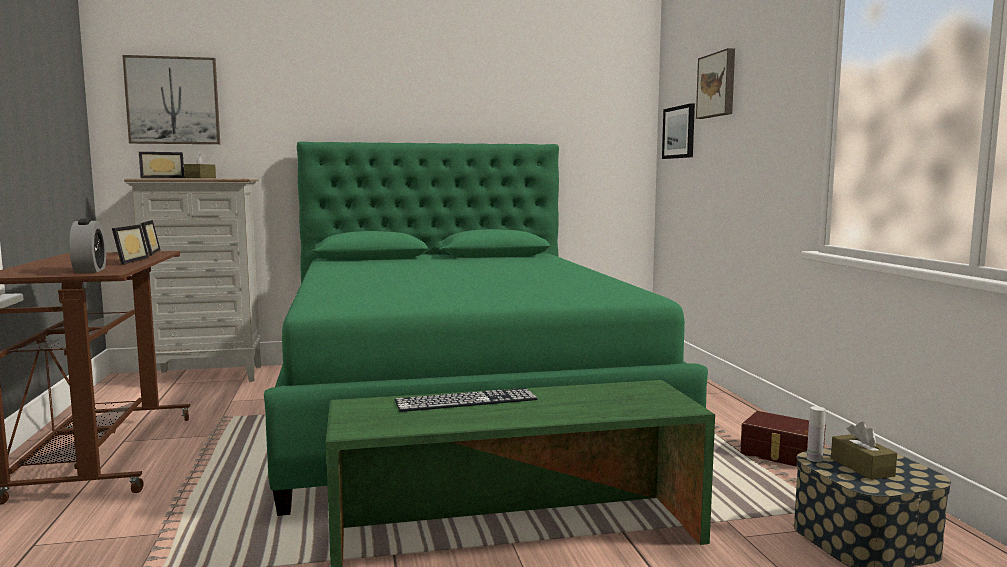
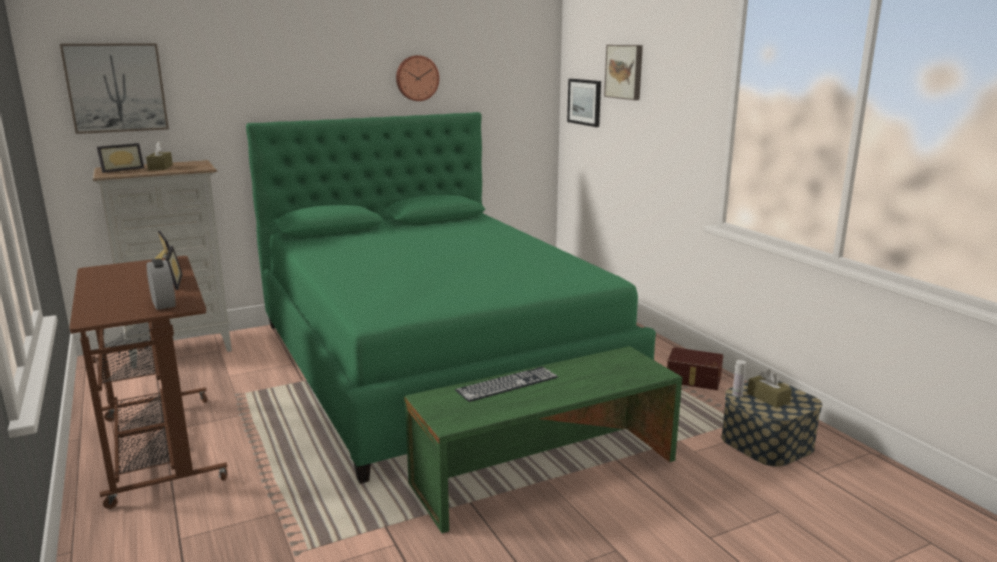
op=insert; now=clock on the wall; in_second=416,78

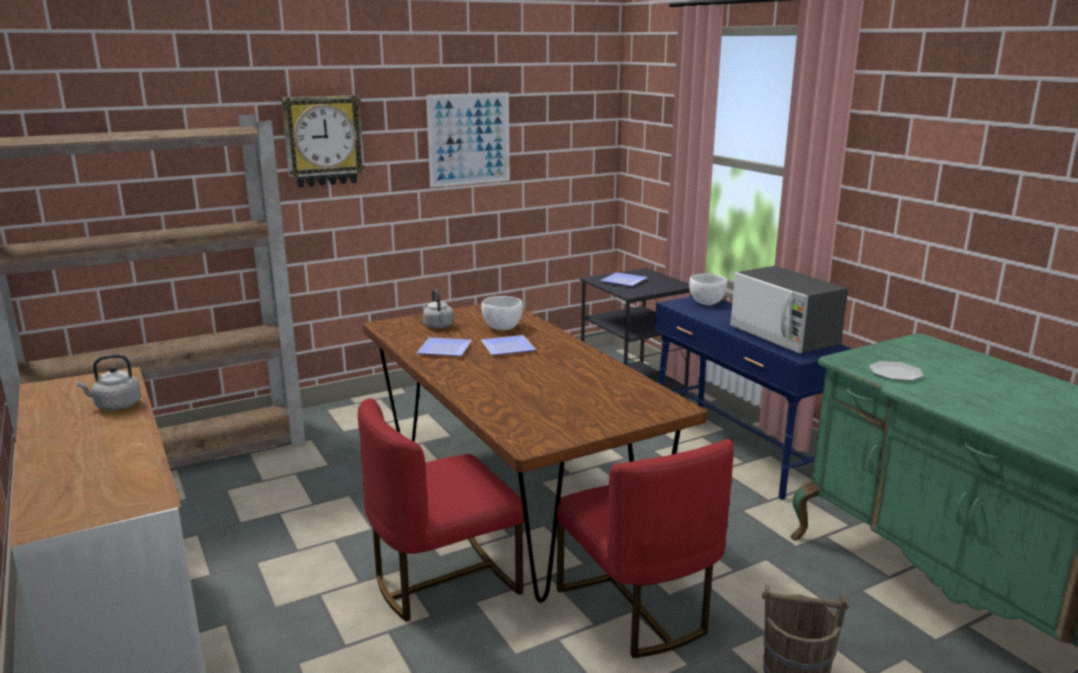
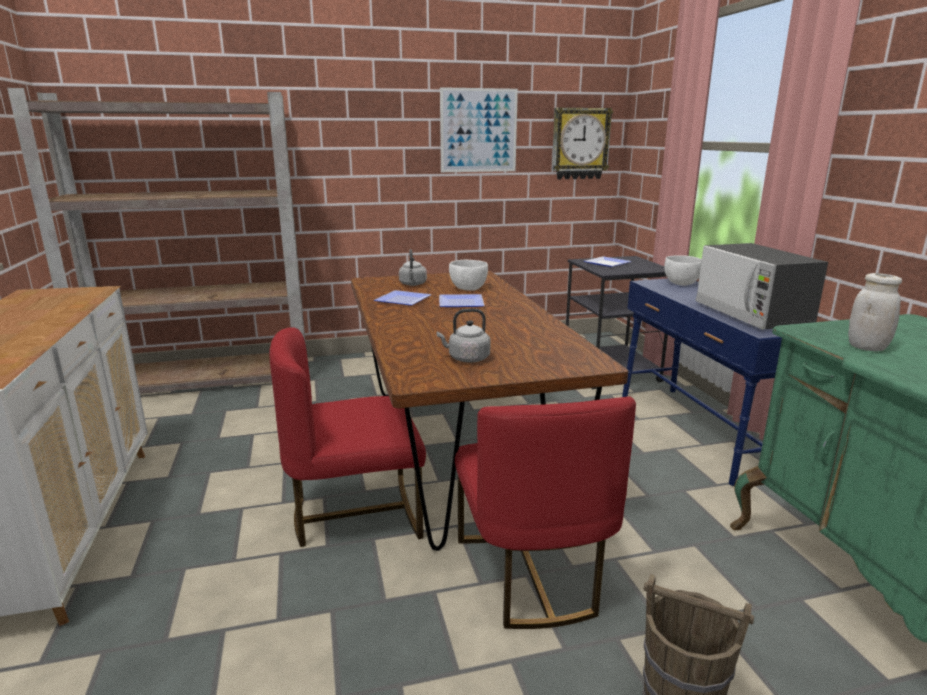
op=move; was=greyish water kettle; in_first=115,406; in_second=466,359
op=move; was=clock on the wall; in_first=323,140; in_second=580,144
op=replace; was=dinner plate; now=white-coloured jar; in_first=895,373; in_second=867,347

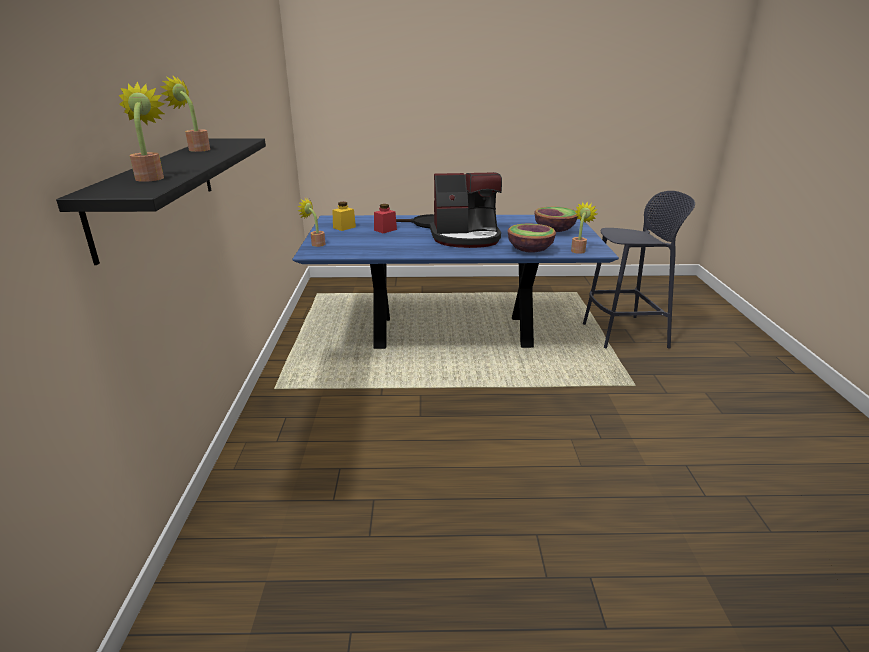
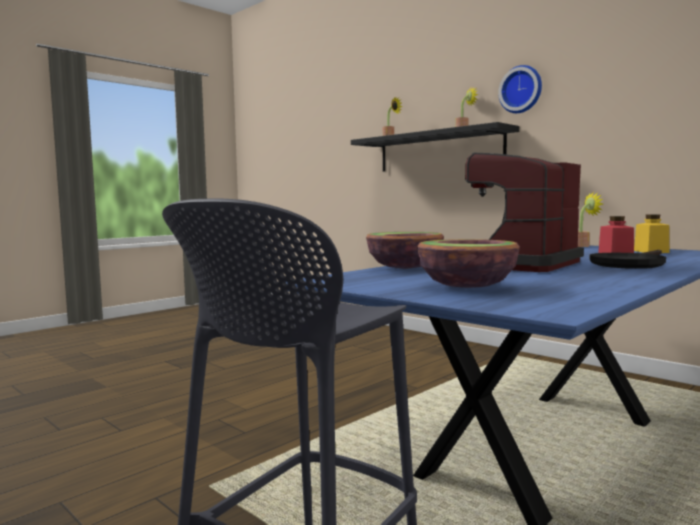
op=delete; was=plant in a pot; in_first=579,250
op=insert; now=clock on the wall; in_second=521,90

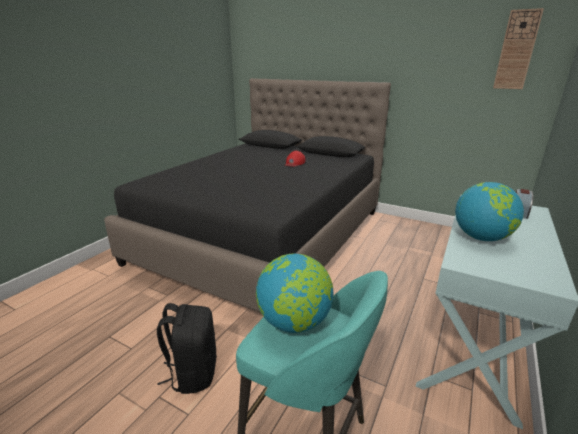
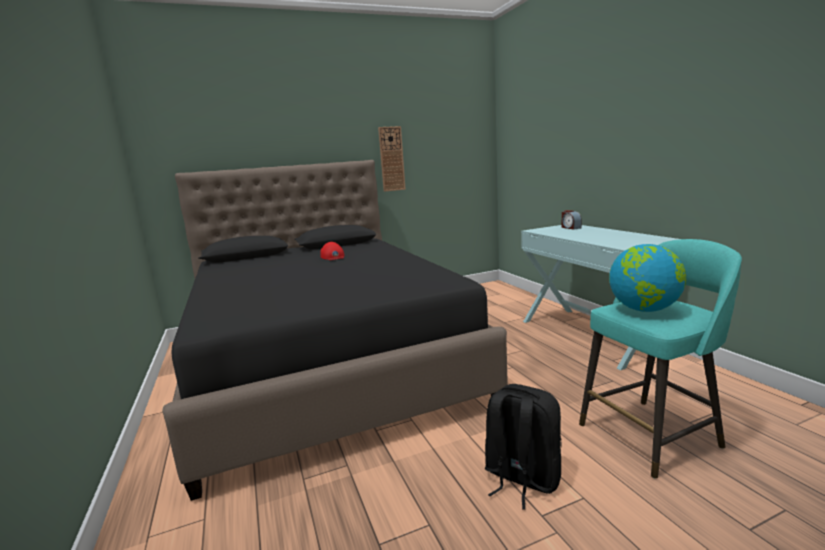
op=delete; was=globe; in_first=481,237
op=move; was=clock on the wall; in_first=516,50; in_second=391,159

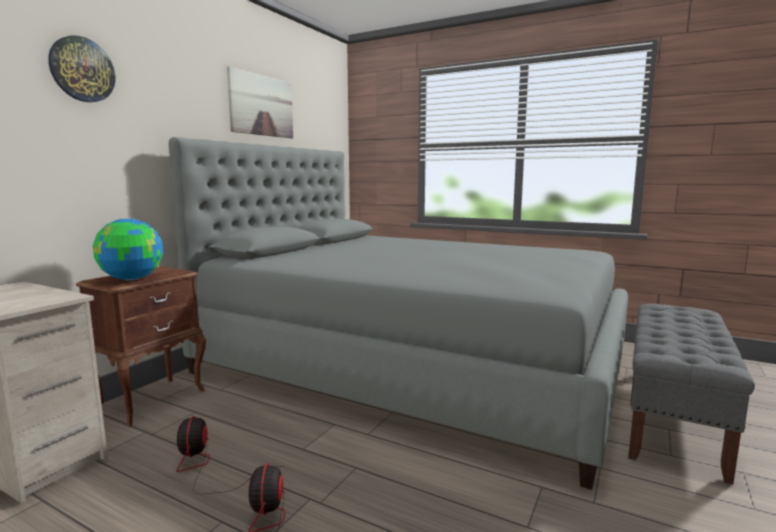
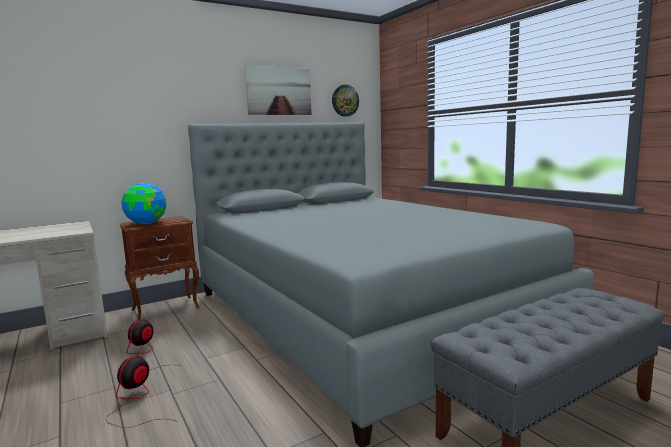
op=move; was=clock on the wall; in_first=82,69; in_second=345,100

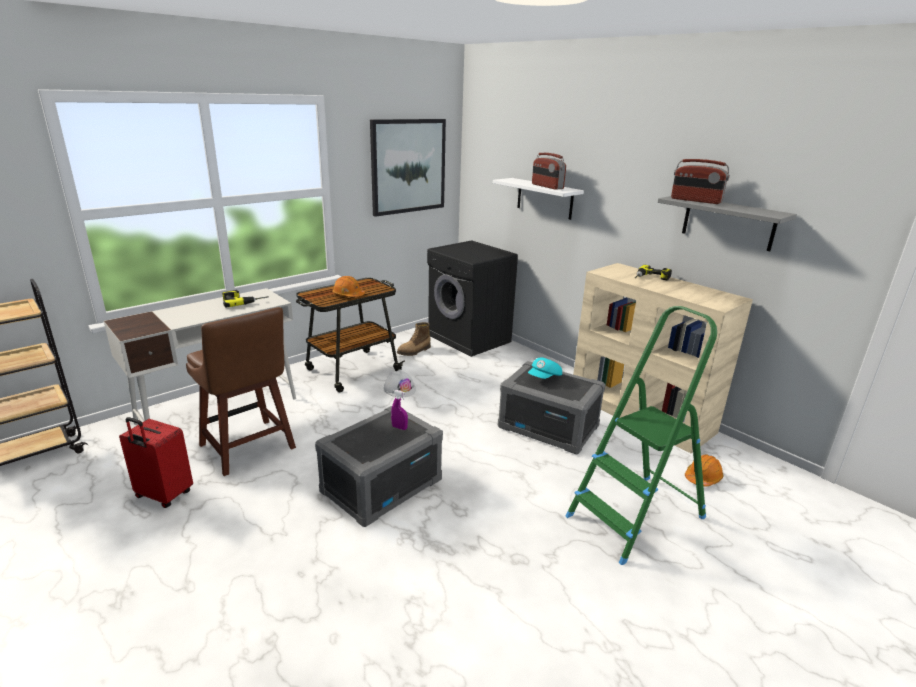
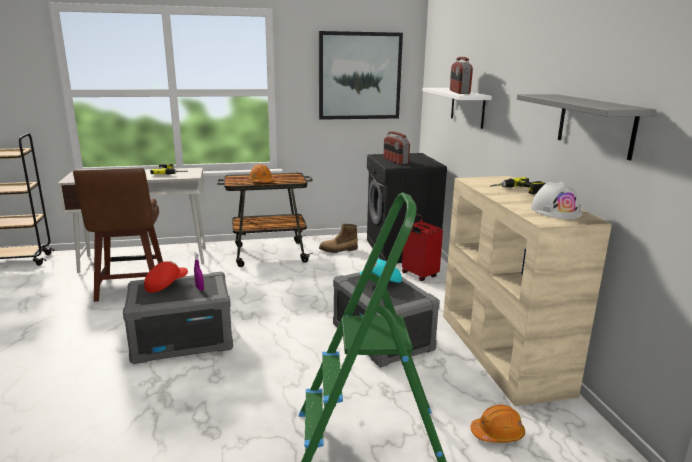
op=move; was=reddish piece of luggage; in_first=163,495; in_second=419,275
op=move; was=white-coloured hard hat; in_first=399,389; in_second=556,211
op=move; was=radio receiver; in_first=695,200; in_second=395,161
op=insert; now=reddish cap; in_second=166,285

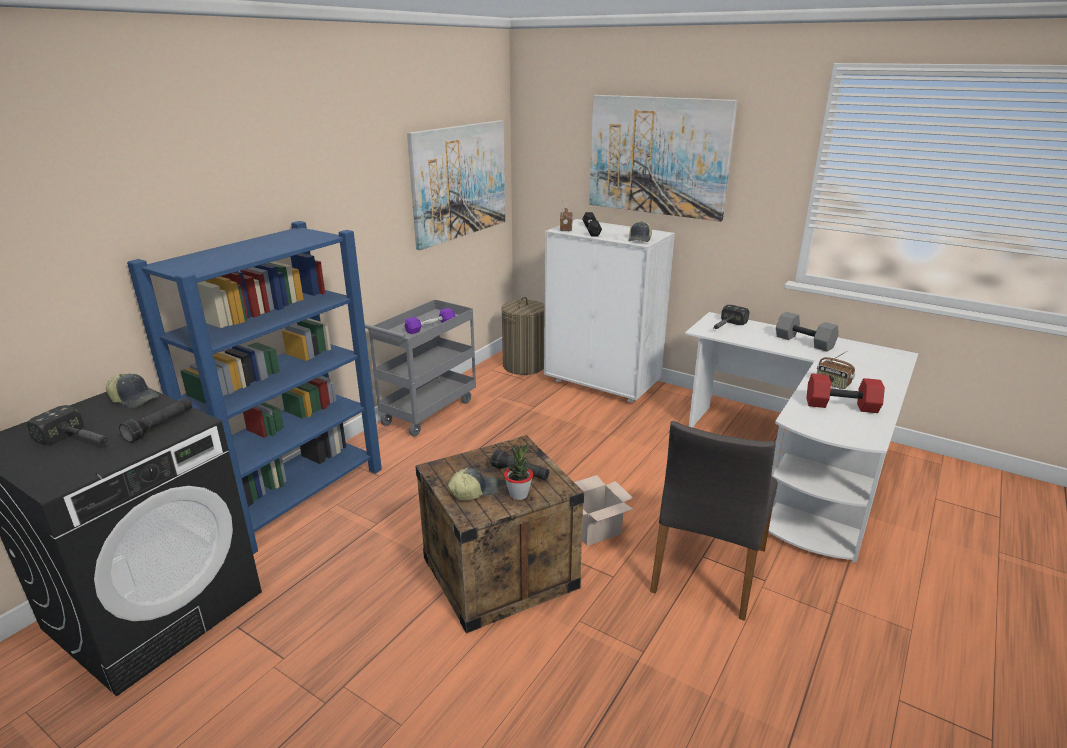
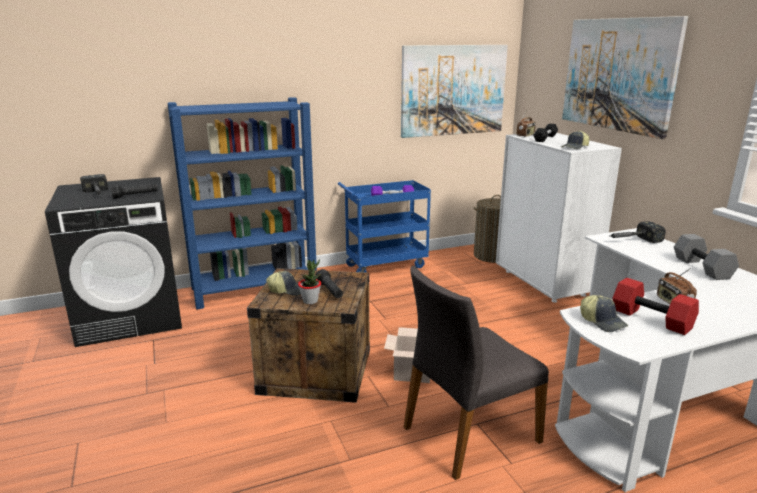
op=move; was=cap; in_first=135,399; in_second=602,322
op=recolor; was=greyish cart; now=blue-coloured cart; in_first=427,414; in_second=384,267

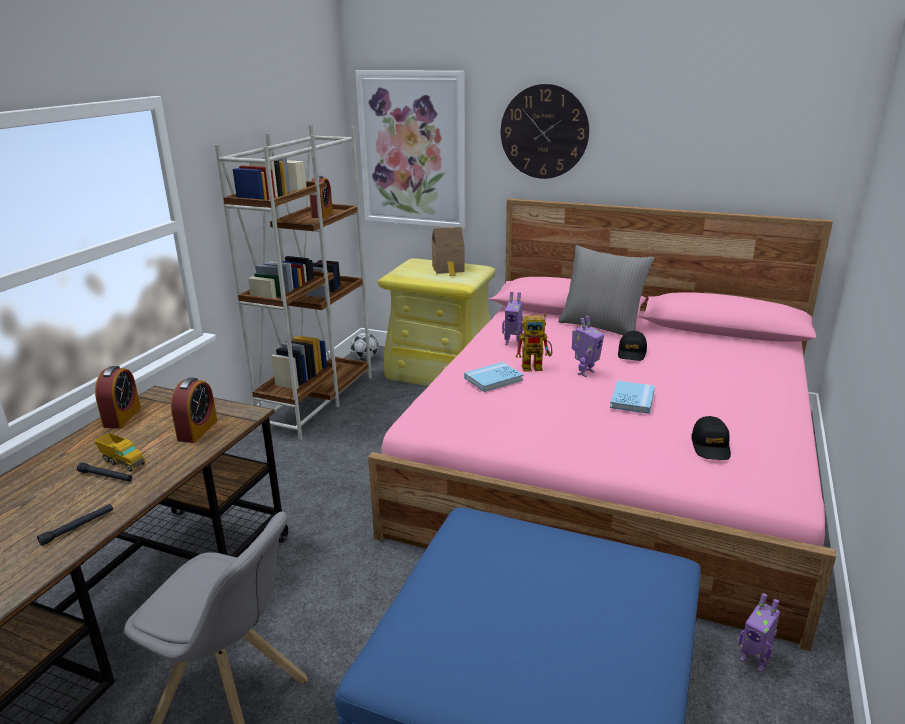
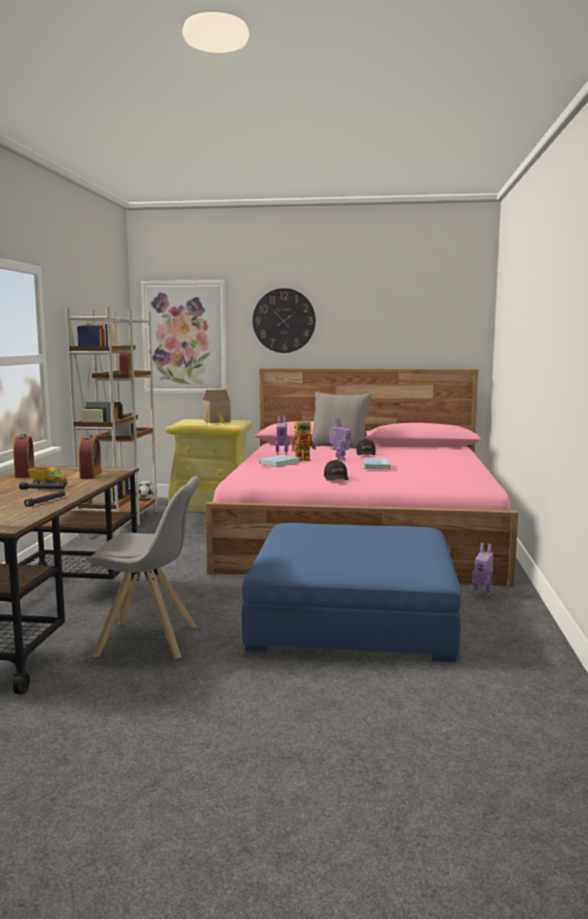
op=move; was=black cap; in_first=710,446; in_second=336,478

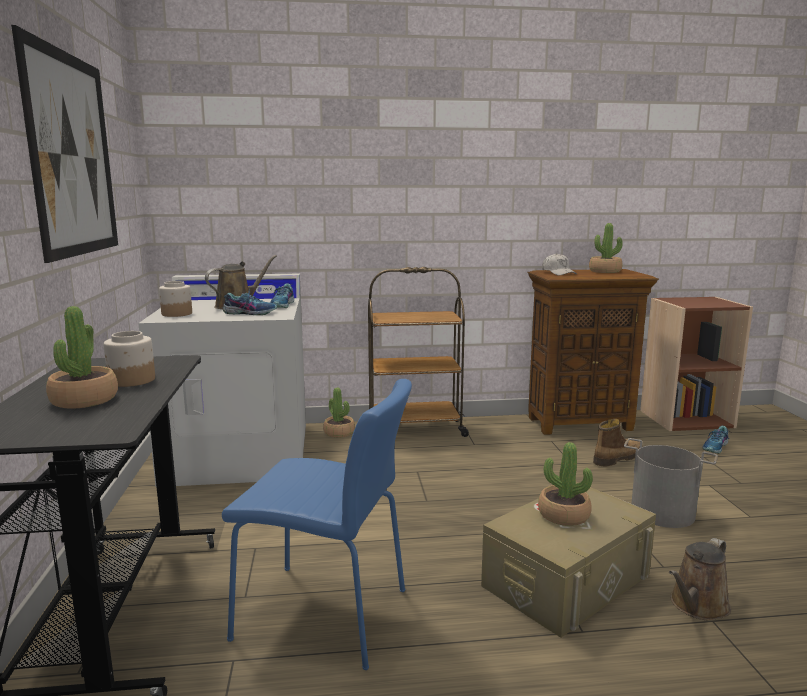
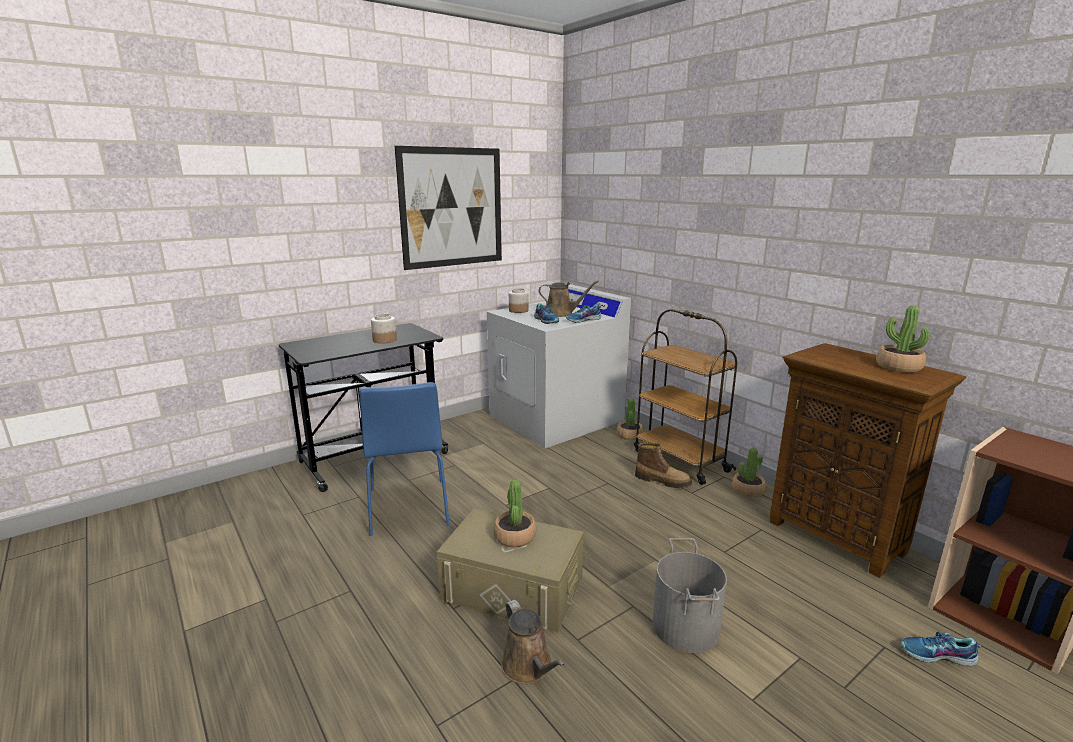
op=move; was=plant in a pot; in_first=84,400; in_second=748,490
op=delete; was=white-coloured cap; in_first=558,273
op=move; was=high-top boot; in_first=617,458; in_second=662,481
op=rotate; was=brown-coloured sprinkling can; in_first=697,606; in_second=529,667; clockwise=-135

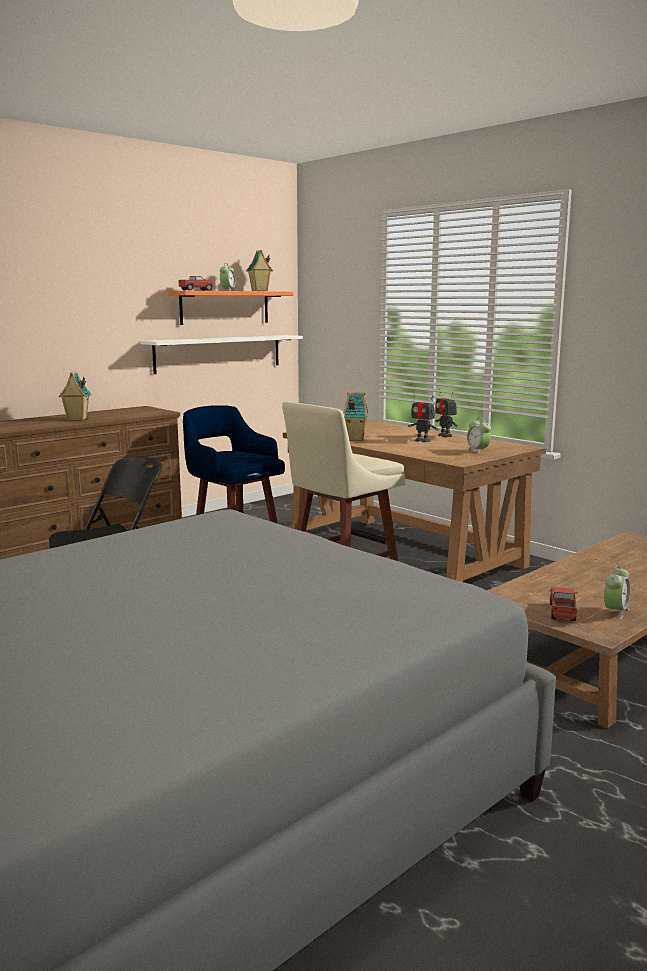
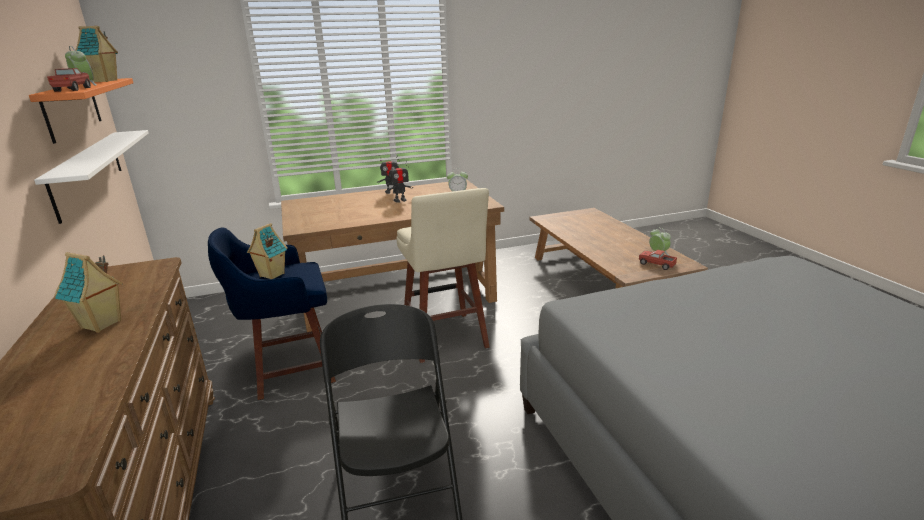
op=move; was=model house; in_first=354,438; in_second=271,275

